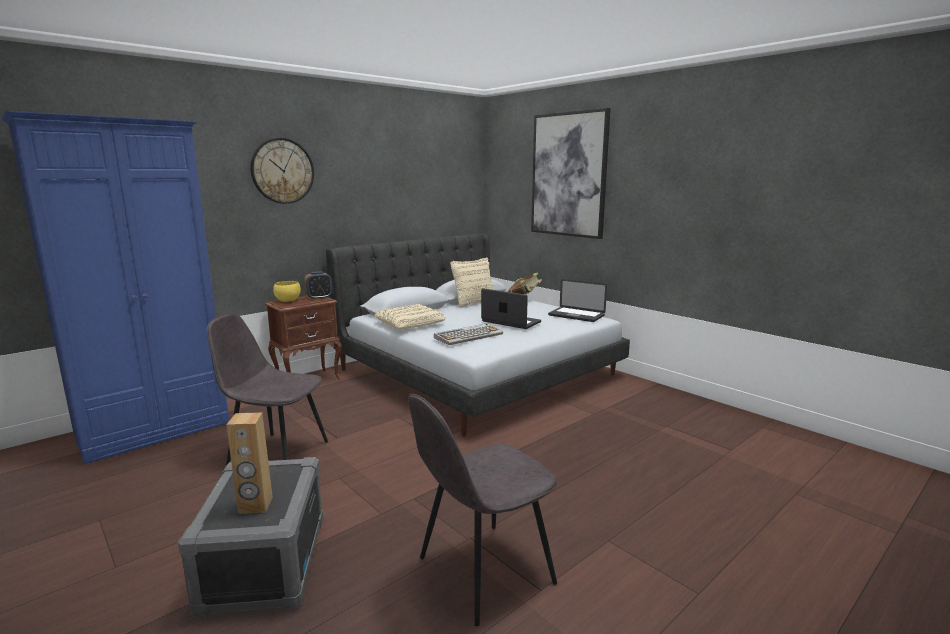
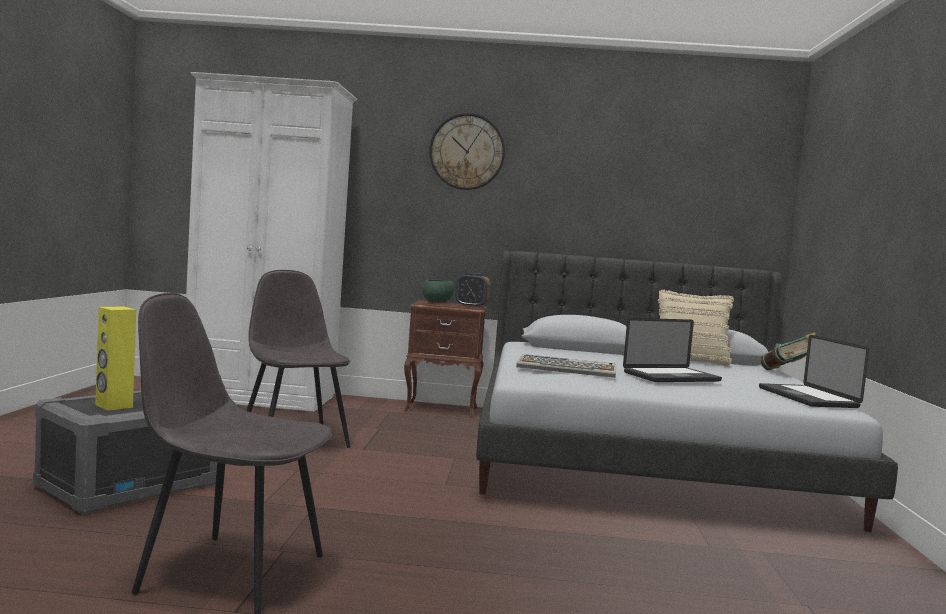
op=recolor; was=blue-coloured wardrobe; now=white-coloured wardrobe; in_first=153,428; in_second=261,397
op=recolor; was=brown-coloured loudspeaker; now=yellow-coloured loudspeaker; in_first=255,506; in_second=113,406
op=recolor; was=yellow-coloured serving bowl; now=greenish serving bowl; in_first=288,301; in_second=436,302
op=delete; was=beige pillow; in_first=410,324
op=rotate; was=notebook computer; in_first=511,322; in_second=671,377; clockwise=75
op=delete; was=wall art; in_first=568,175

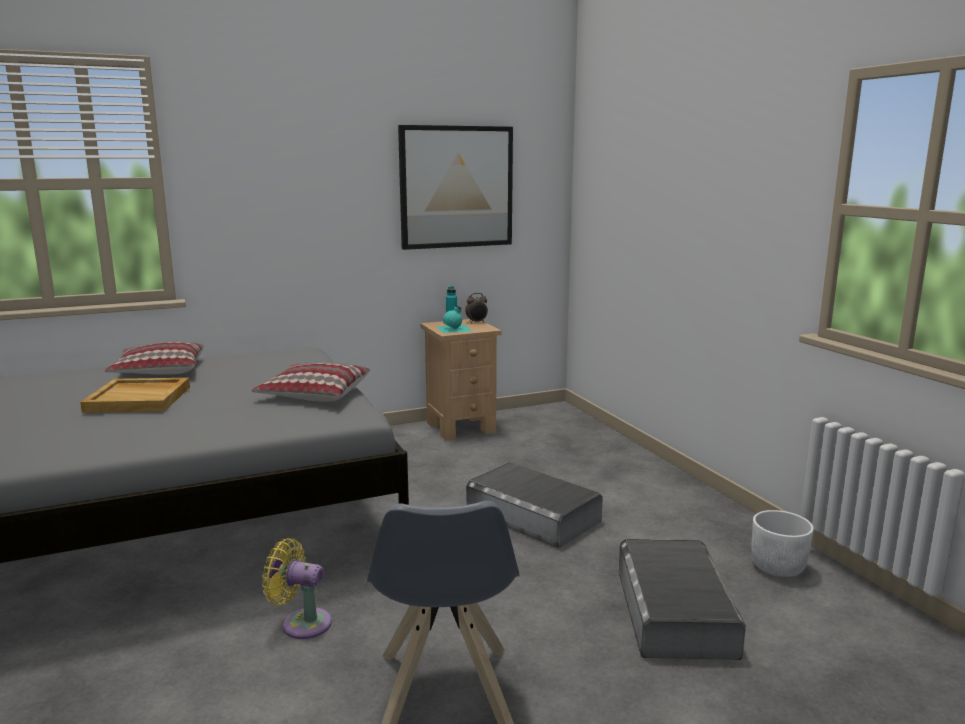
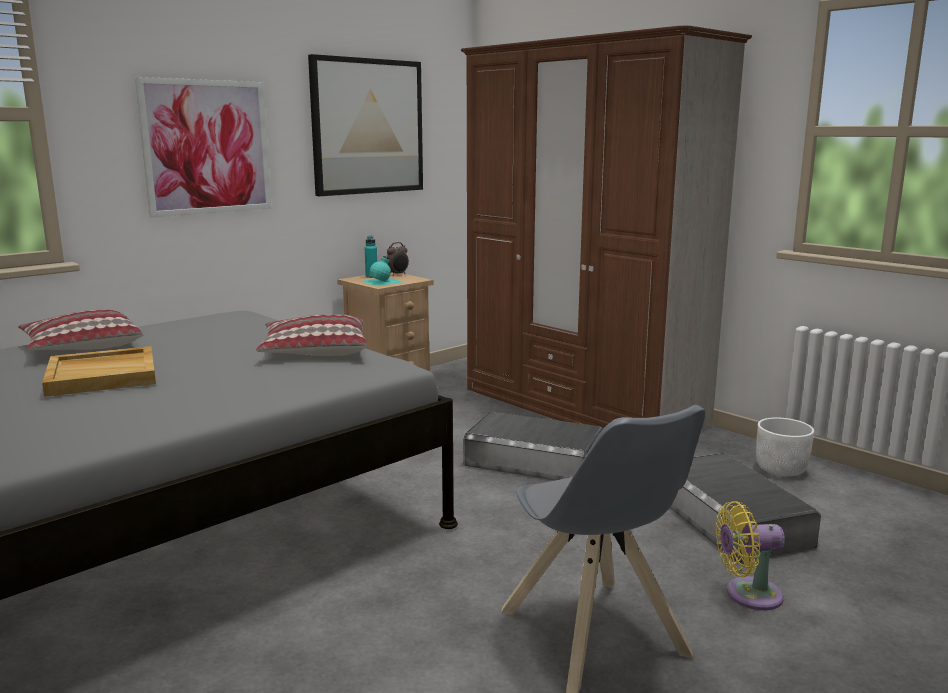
op=move; was=yellow-coloured electric fan; in_first=302,623; in_second=748,594
op=insert; now=wall art; in_second=207,147
op=insert; now=brown-coloured wardrobe; in_second=580,408

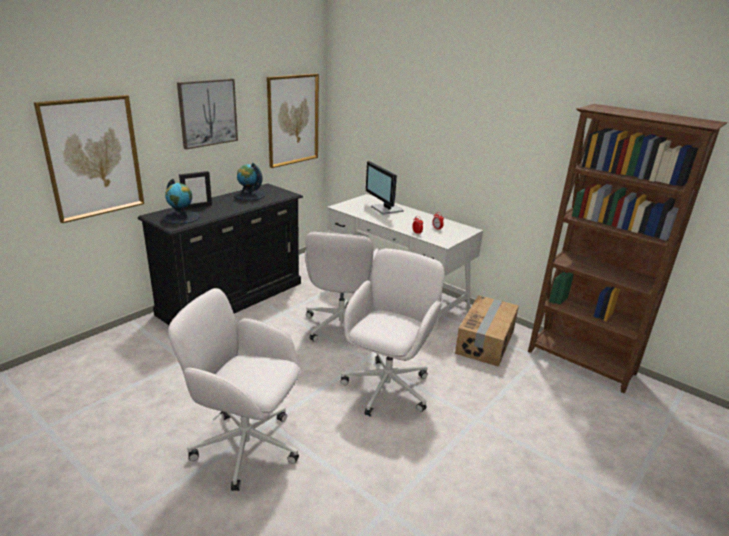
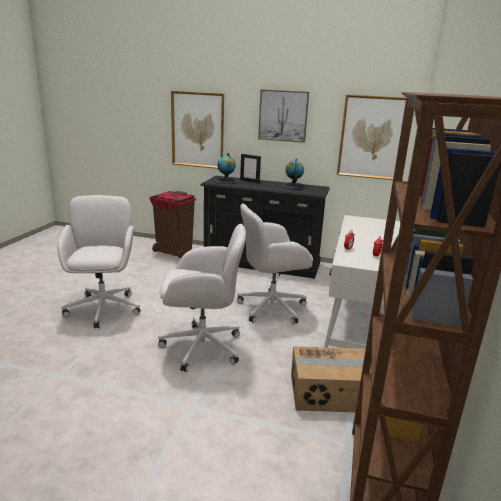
op=delete; was=computer display; in_first=386,209
op=insert; now=brown-coloured waste bin; in_second=174,252

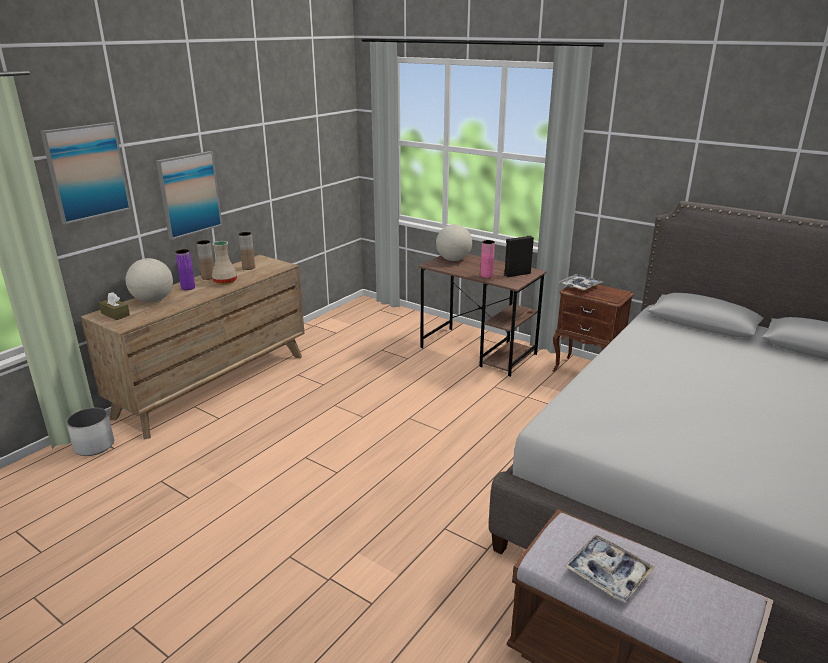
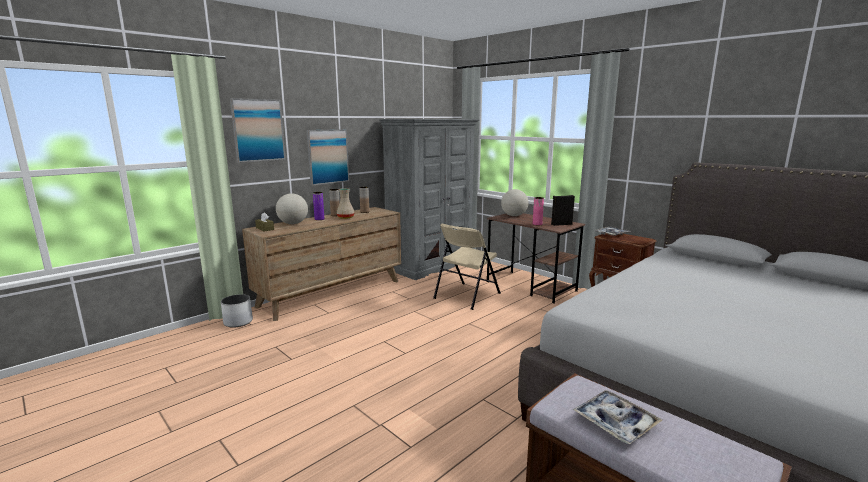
op=insert; now=greyish wardrobe; in_second=430,265
op=insert; now=beige upright chair; in_second=467,296

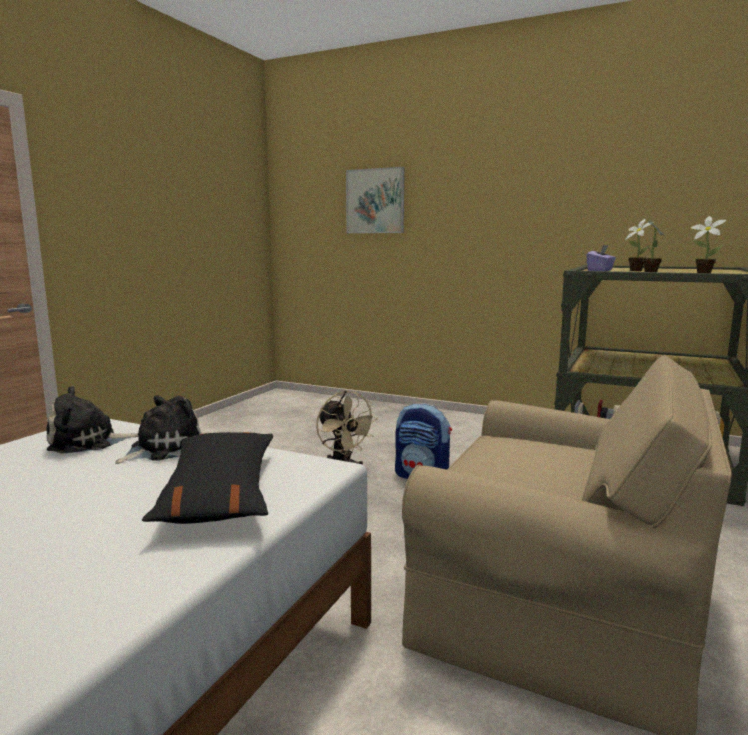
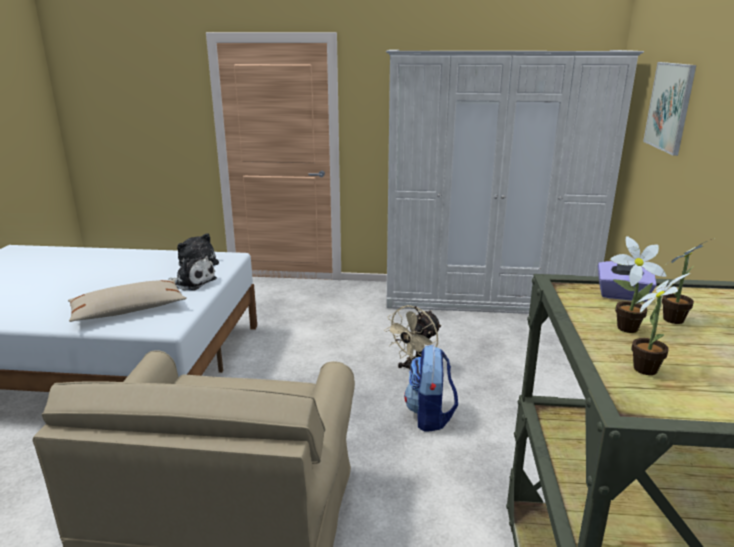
op=recolor; was=black pillow; now=beige pillow; in_first=219,493; in_second=128,310
op=insert; now=white-coloured wardrobe; in_second=486,299

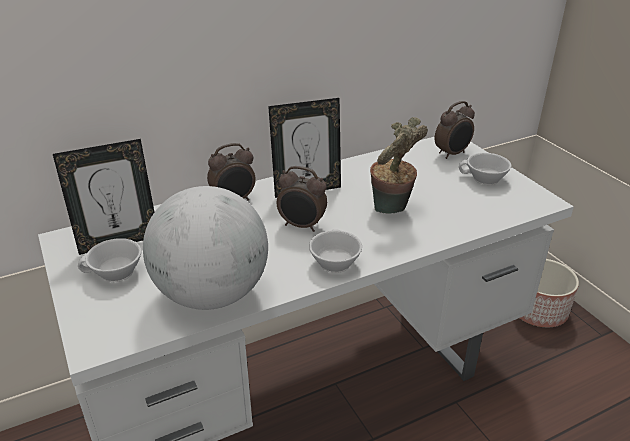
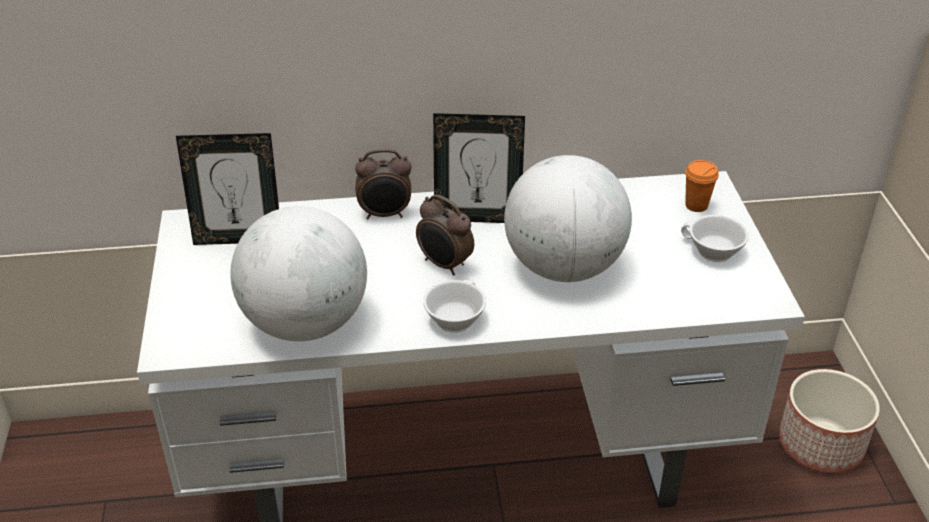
op=delete; was=white-coloured drinking cup; in_first=115,274
op=replace; was=plant in a pot; now=globe; in_first=392,209; in_second=564,268
op=replace; was=alarm clock; now=orange-coloured drinking cup; in_first=452,154; in_second=696,205

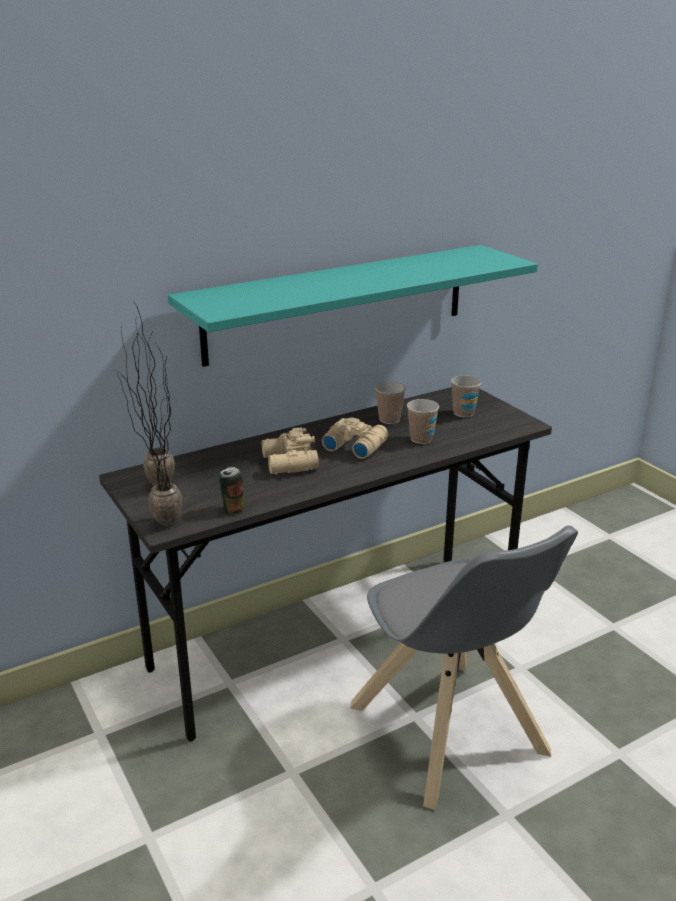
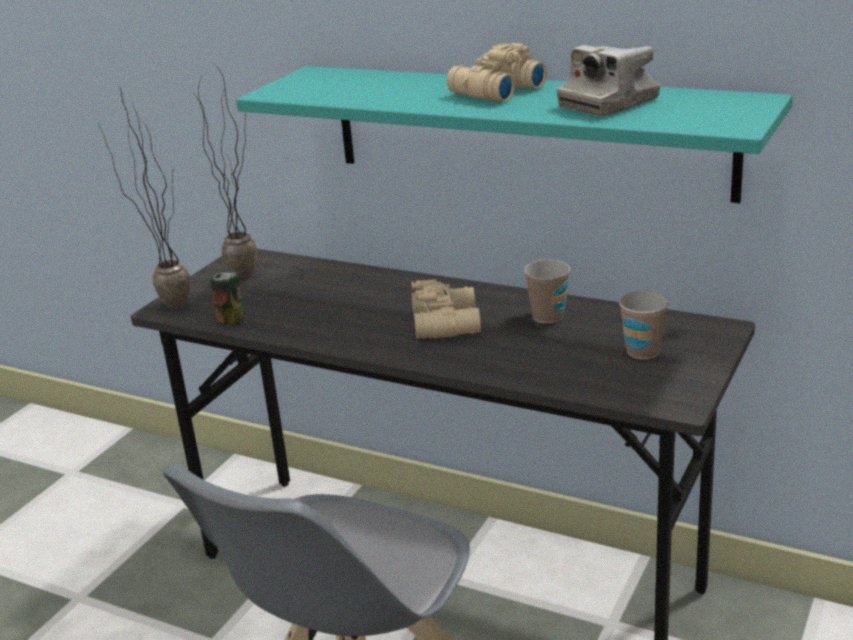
op=move; was=beige binoculars; in_first=288,463; in_second=494,91
op=delete; was=drinking cup; in_first=421,439
op=insert; now=still camera; in_second=609,103

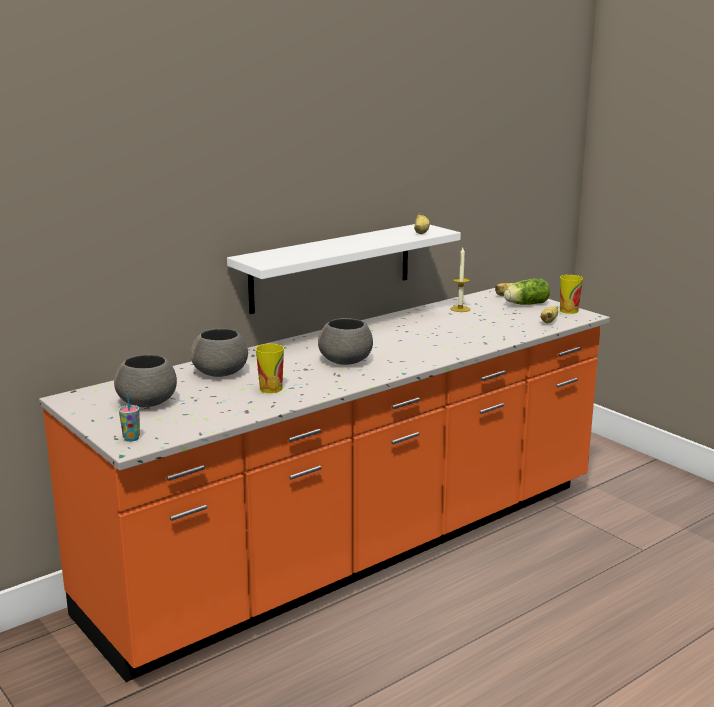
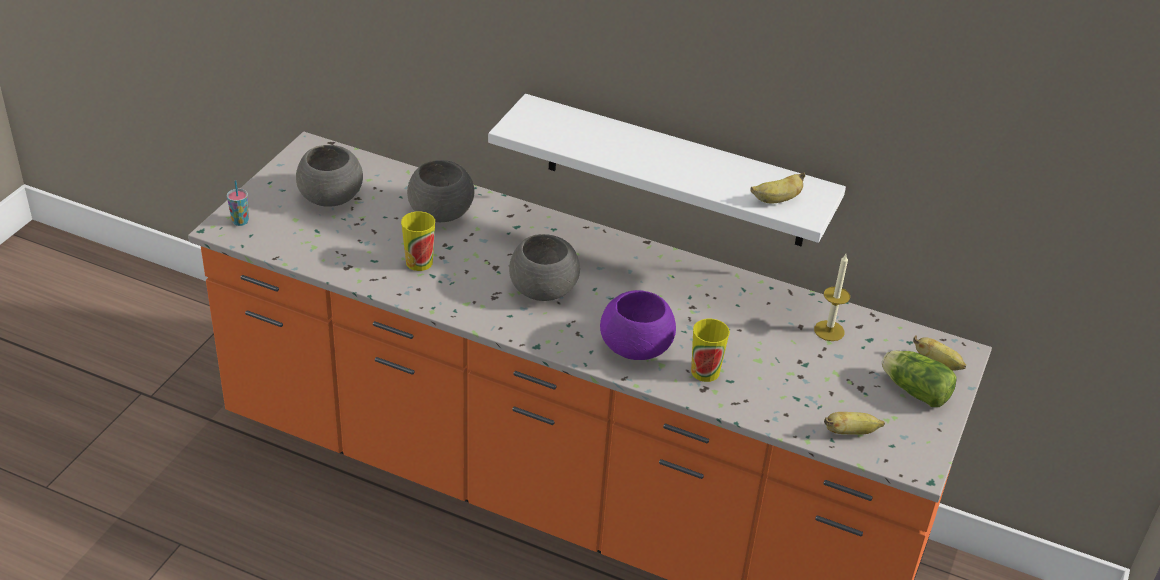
op=move; was=drinking cup; in_first=569,311; in_second=705,372
op=insert; now=purple-coloured serving bowl; in_second=637,347

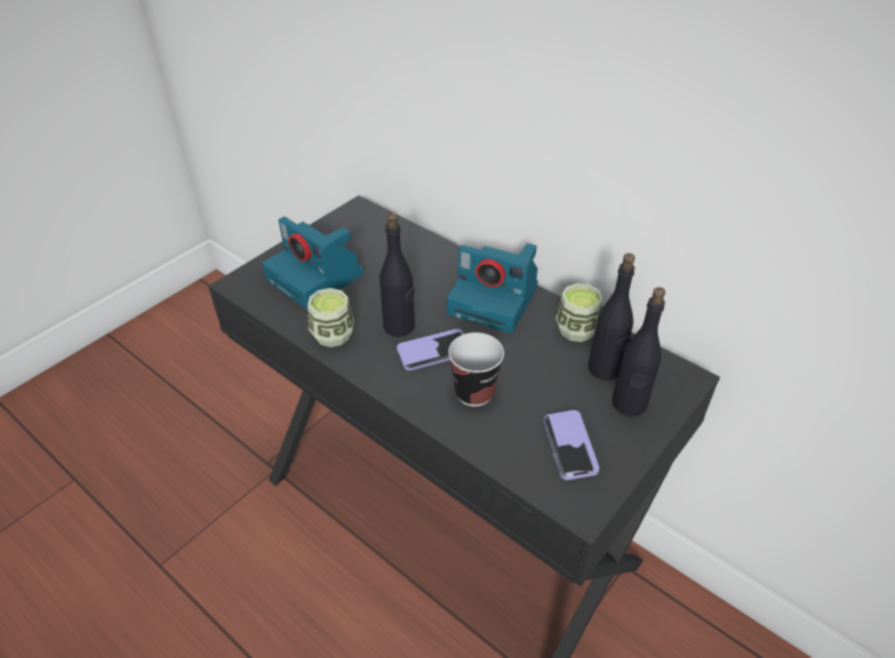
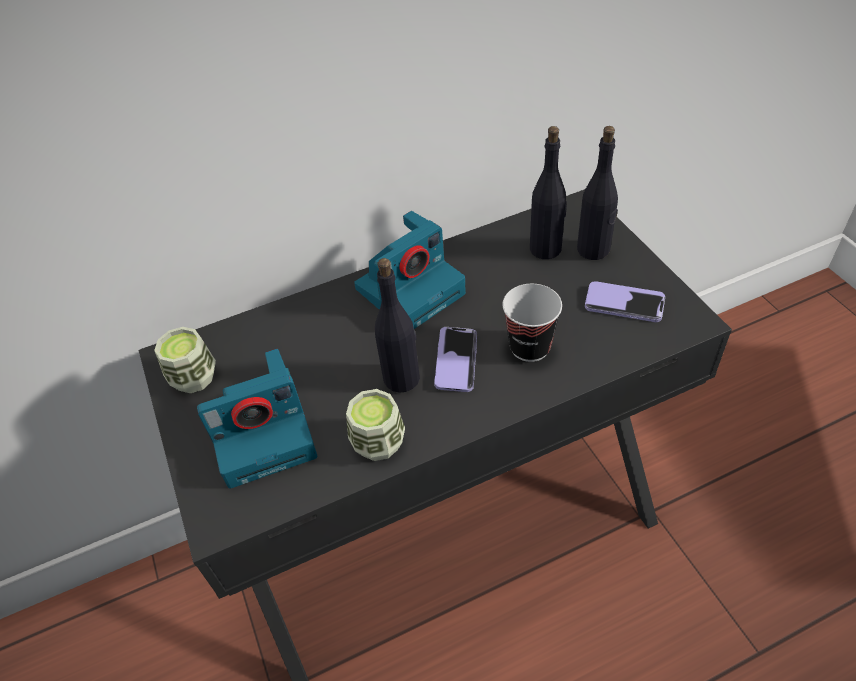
op=move; was=drinking cup; in_first=576,330; in_second=194,377

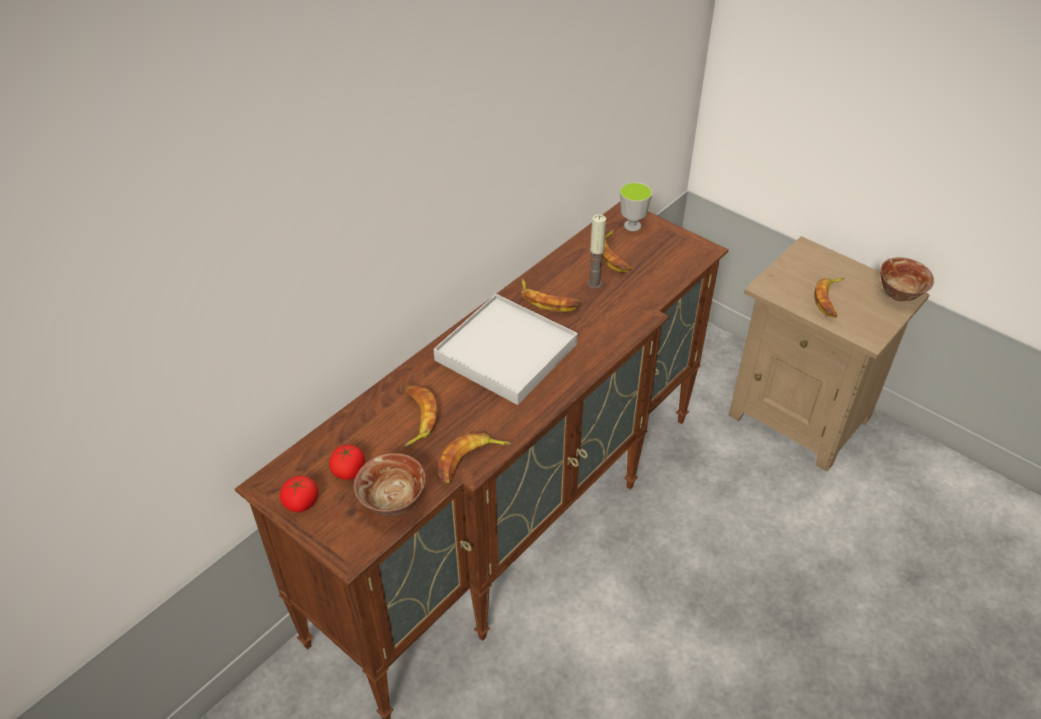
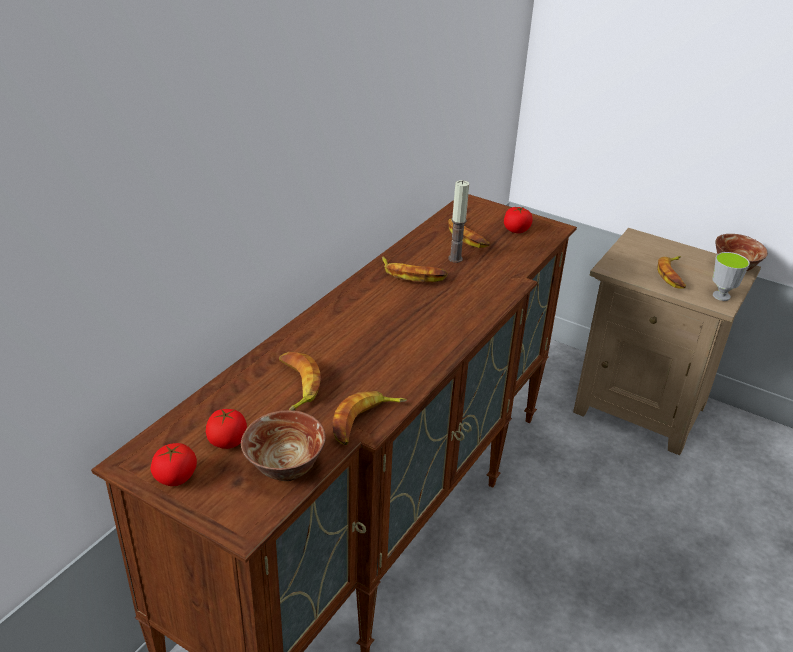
op=delete; was=white-coloured tray; in_first=505,352
op=move; was=drinking cup; in_first=632,226; in_second=721,296
op=insert; now=tomato; in_second=516,230

